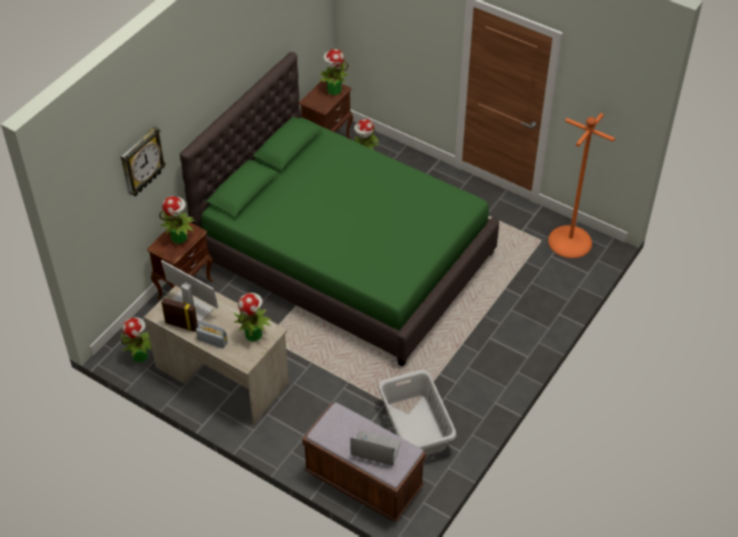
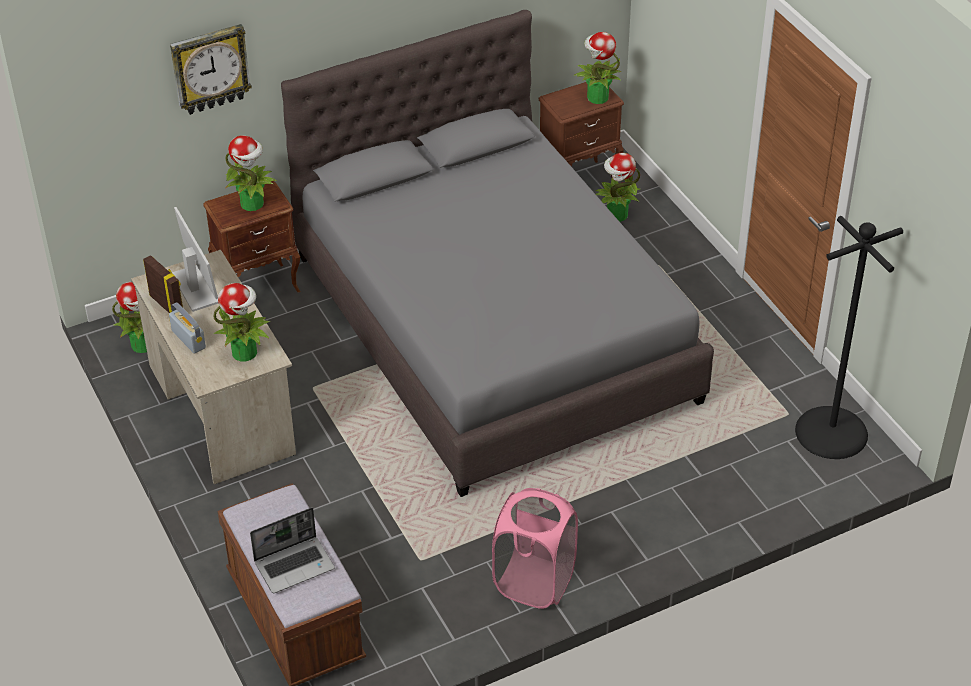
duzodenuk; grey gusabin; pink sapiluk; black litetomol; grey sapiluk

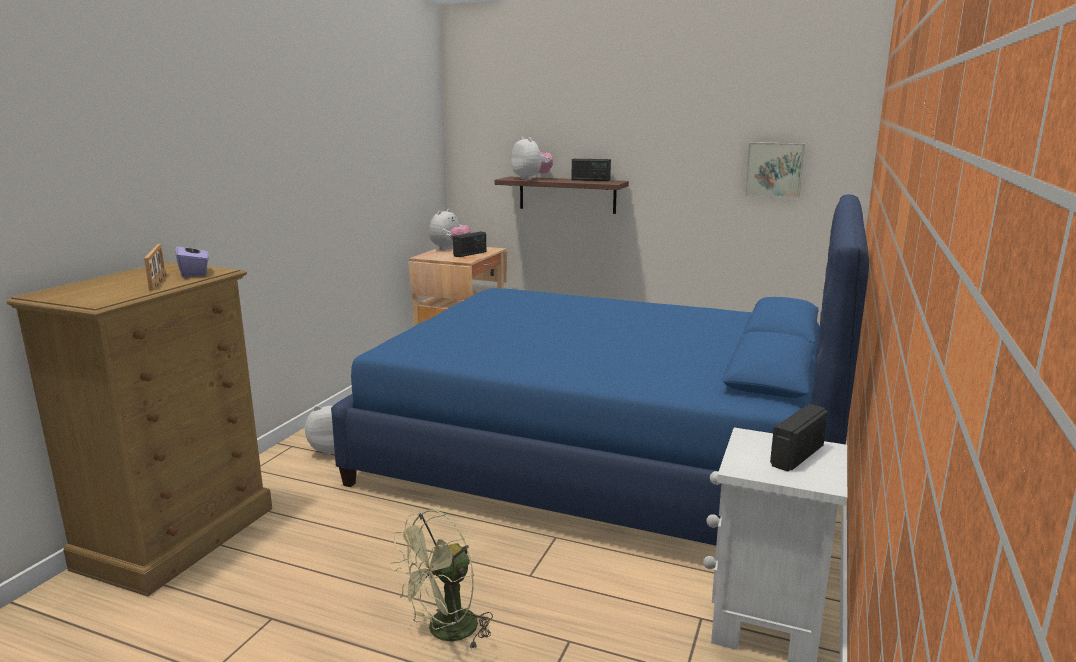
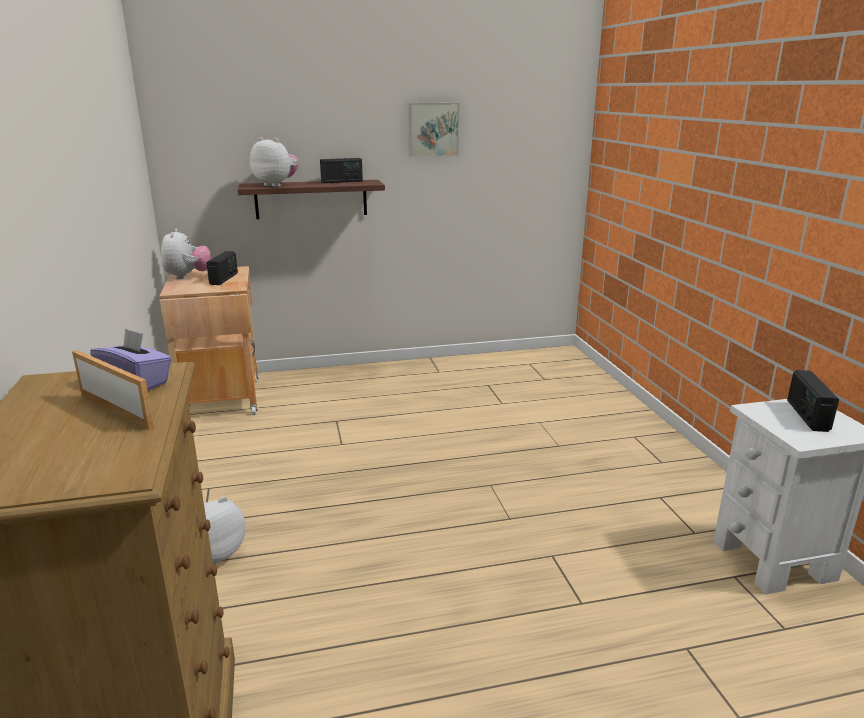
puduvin; blue gusabin; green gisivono

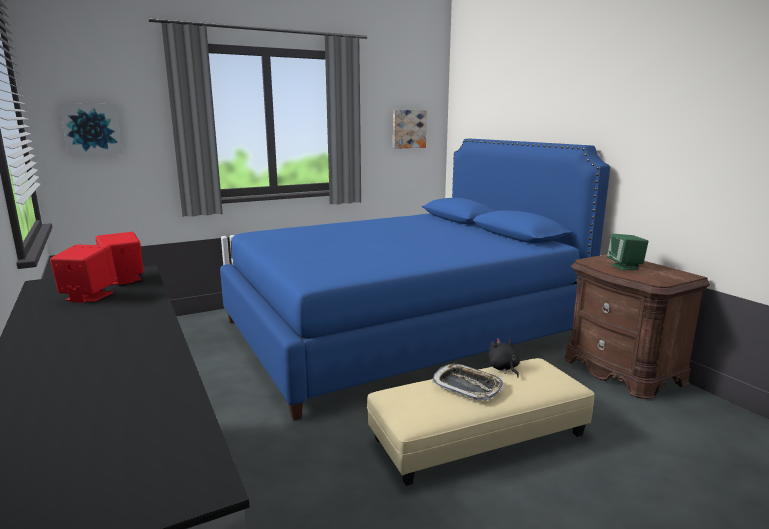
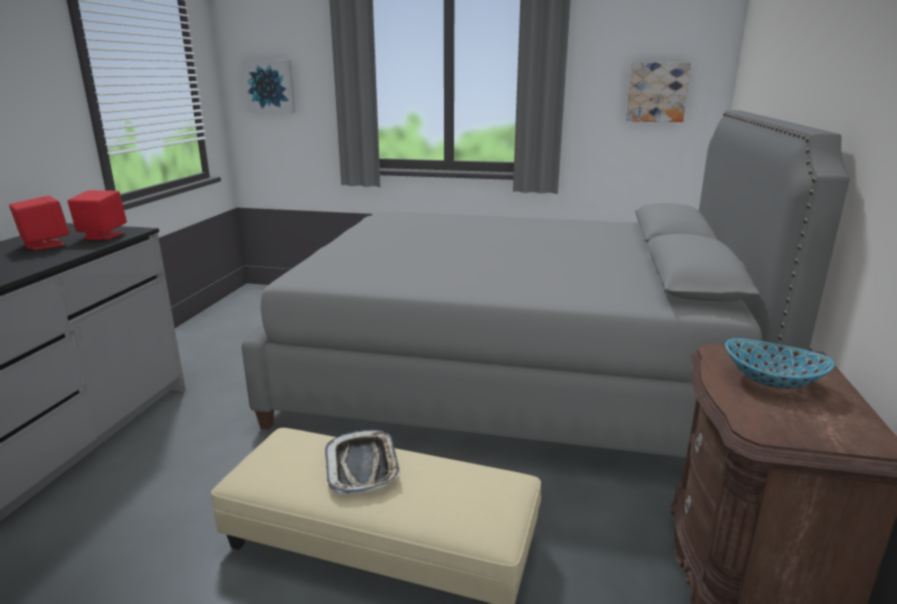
grey gusabin; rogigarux; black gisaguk

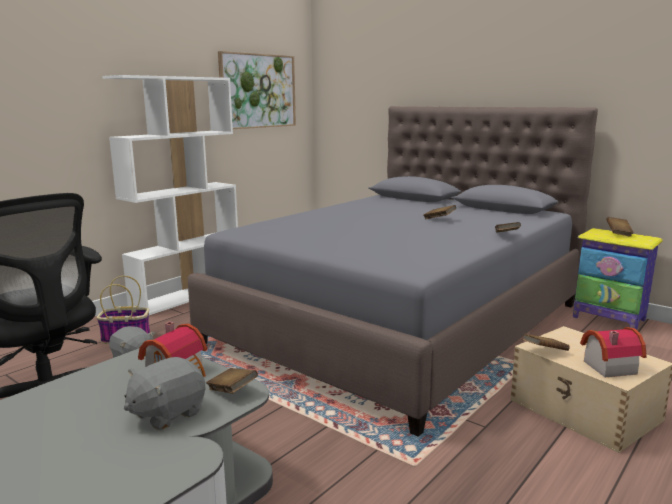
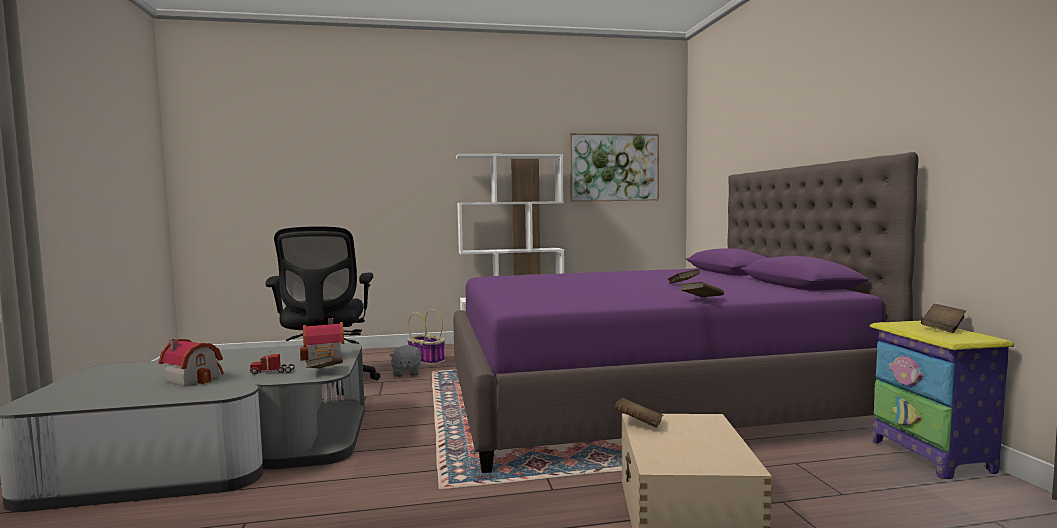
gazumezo (1st from left); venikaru; purple gusabin

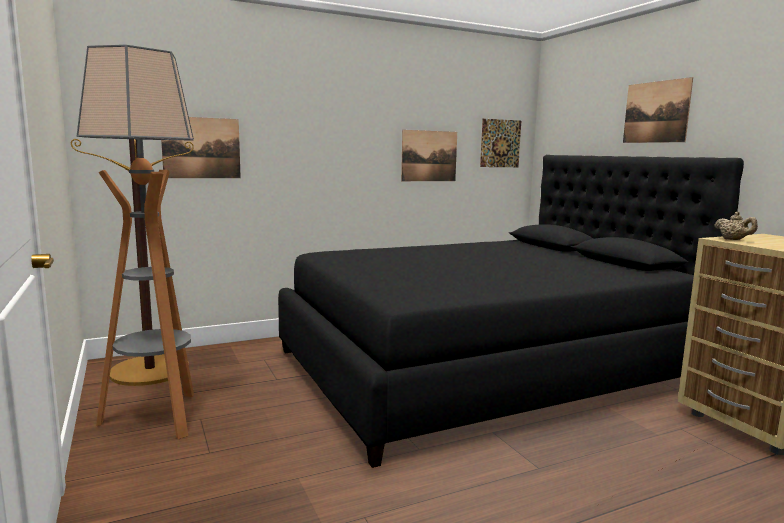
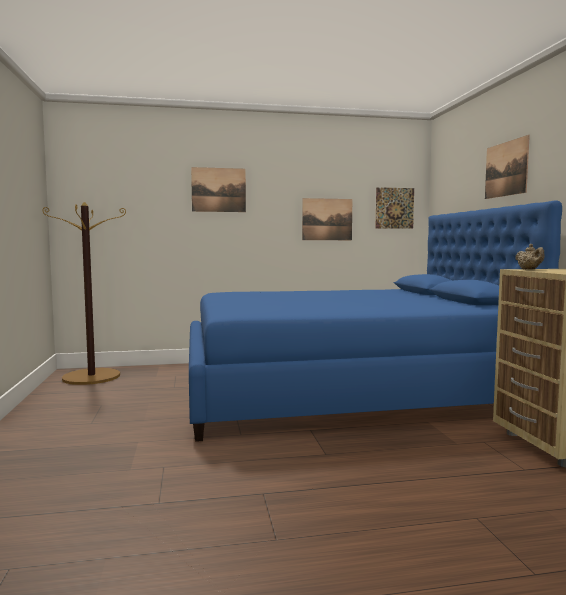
blue gusabin; puduvin (1st from left); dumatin

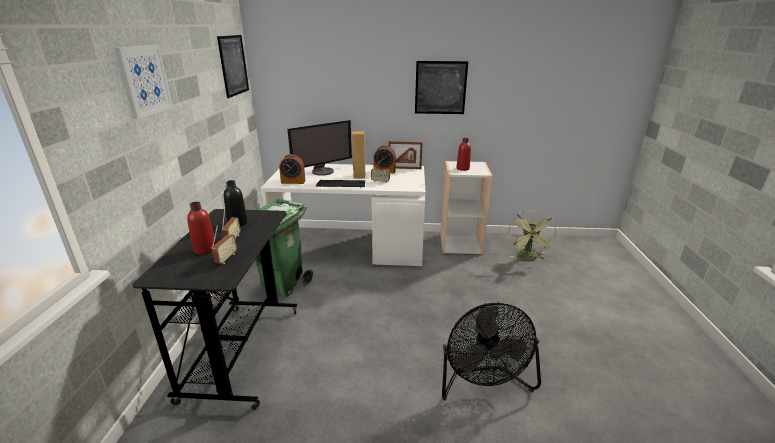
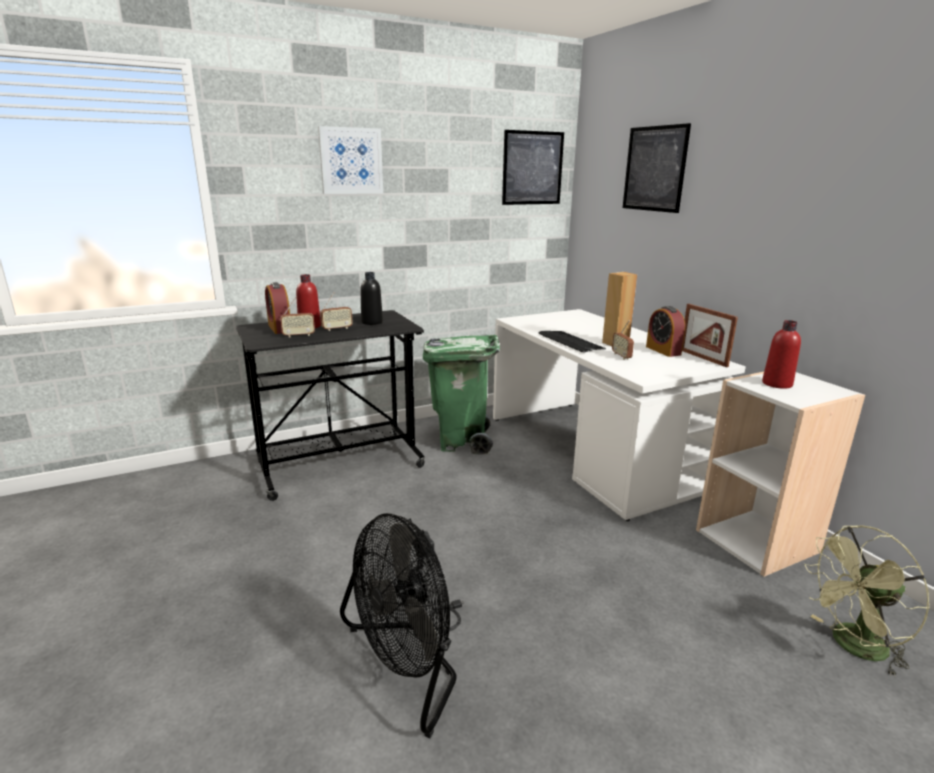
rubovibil (1st from left); puduvin (3rd from left); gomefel

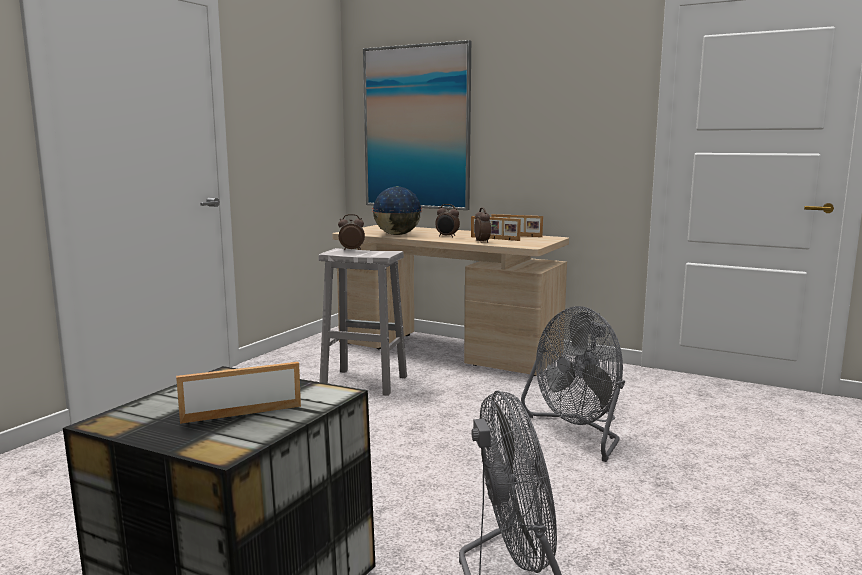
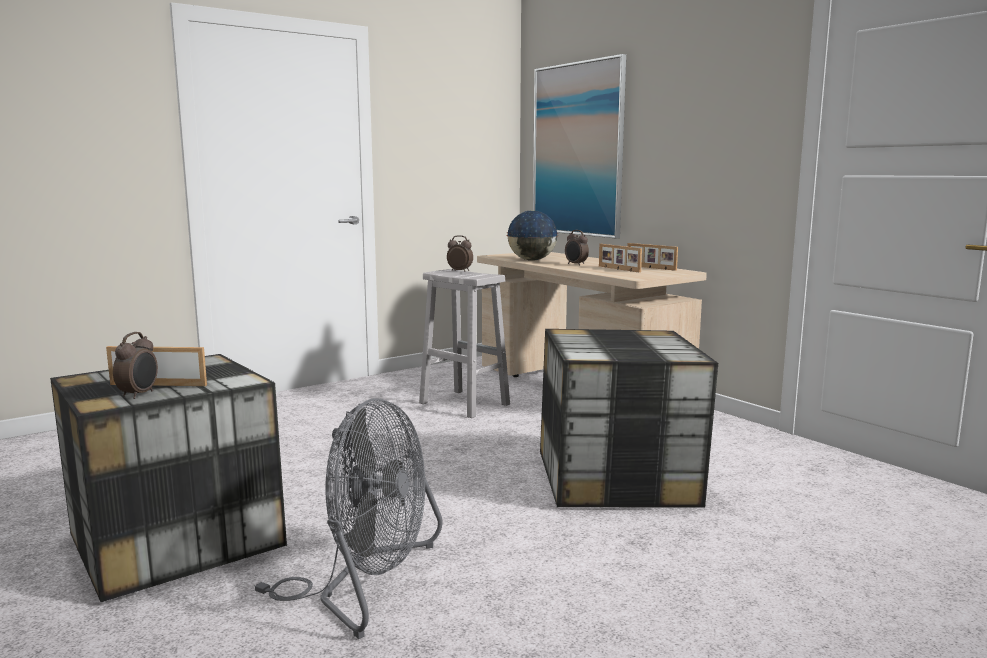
rubovibil (1st from left); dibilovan (2nd from left)

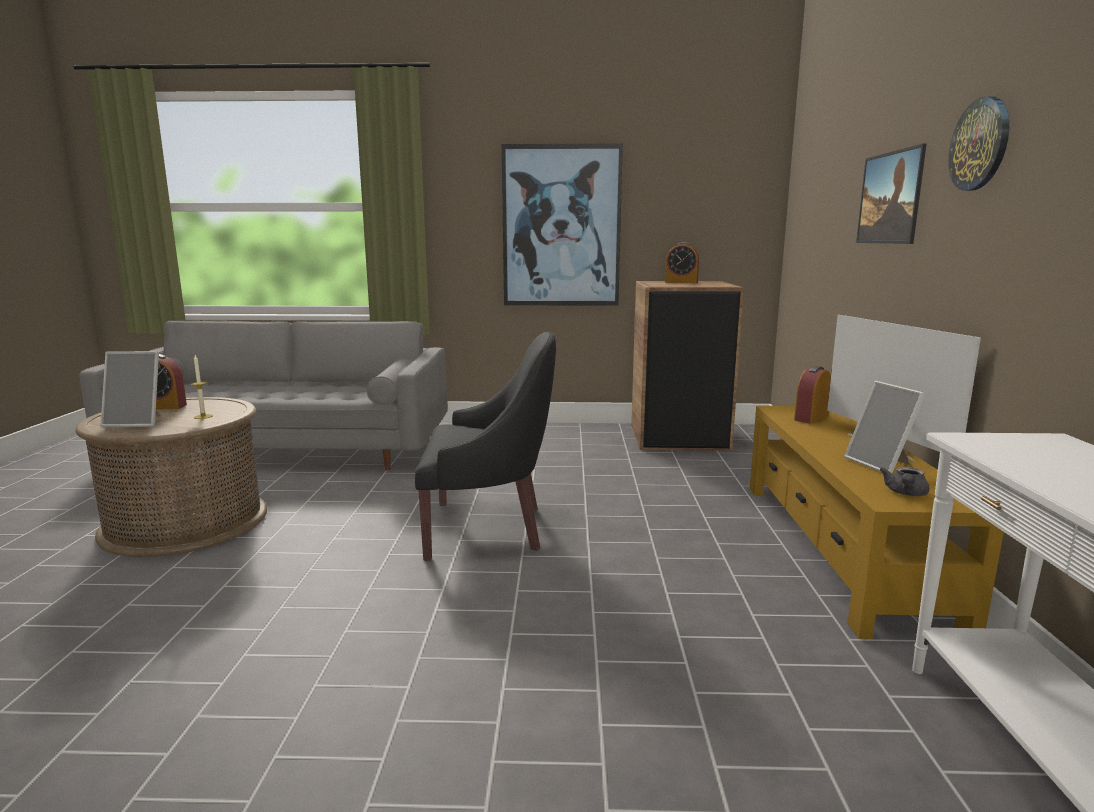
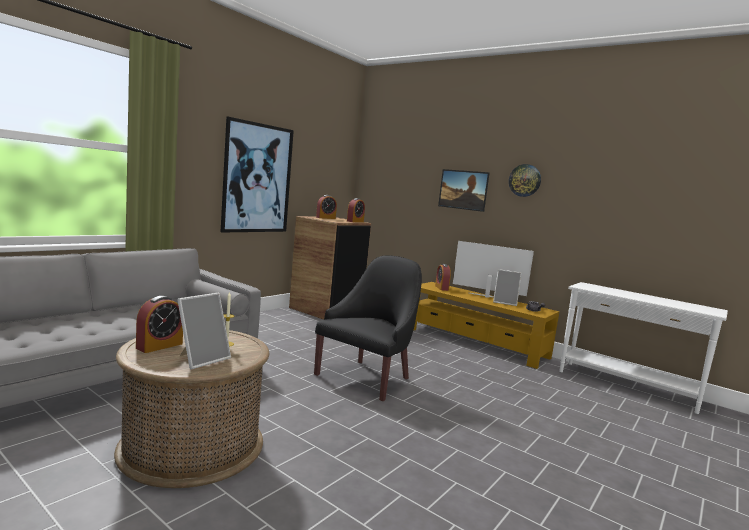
rubovibil (3rd from left)

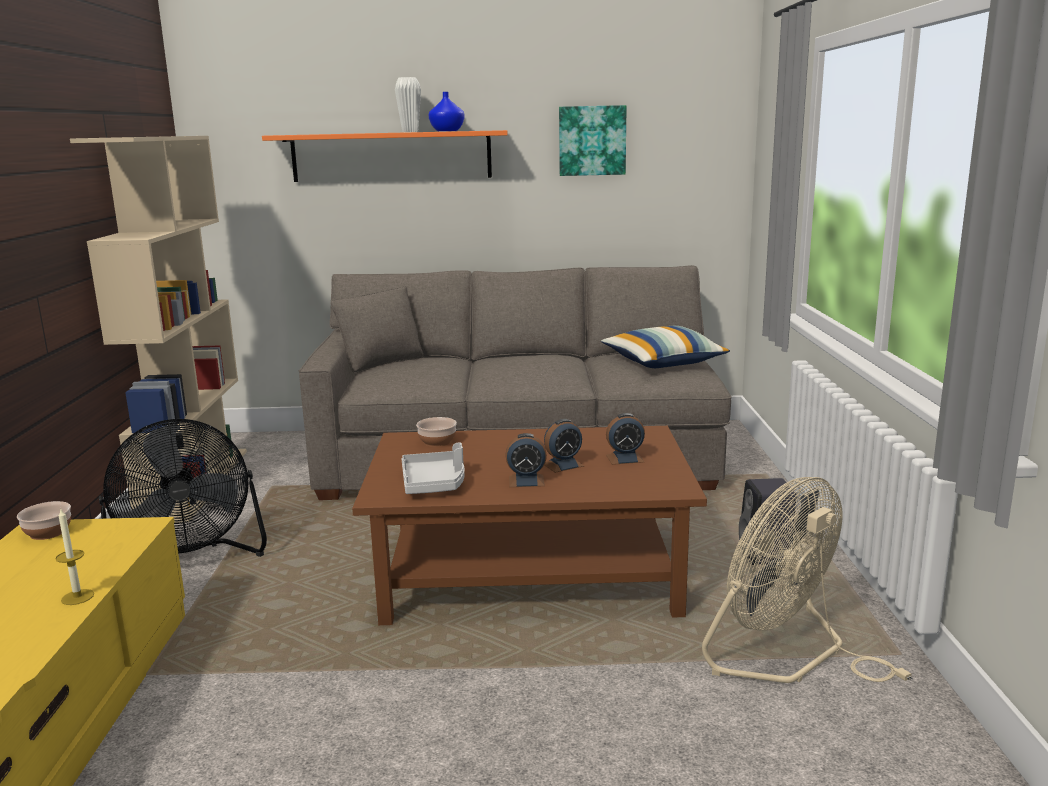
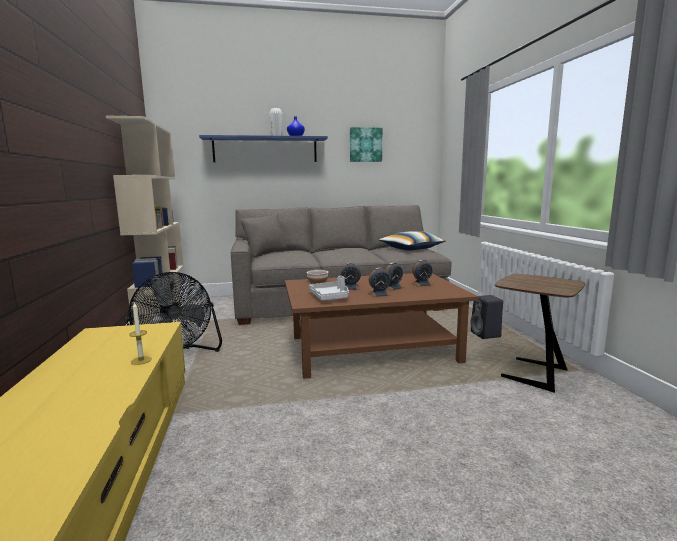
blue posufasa; rubovibil (1st from left); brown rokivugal; rogigarux (1st from left in the first image)

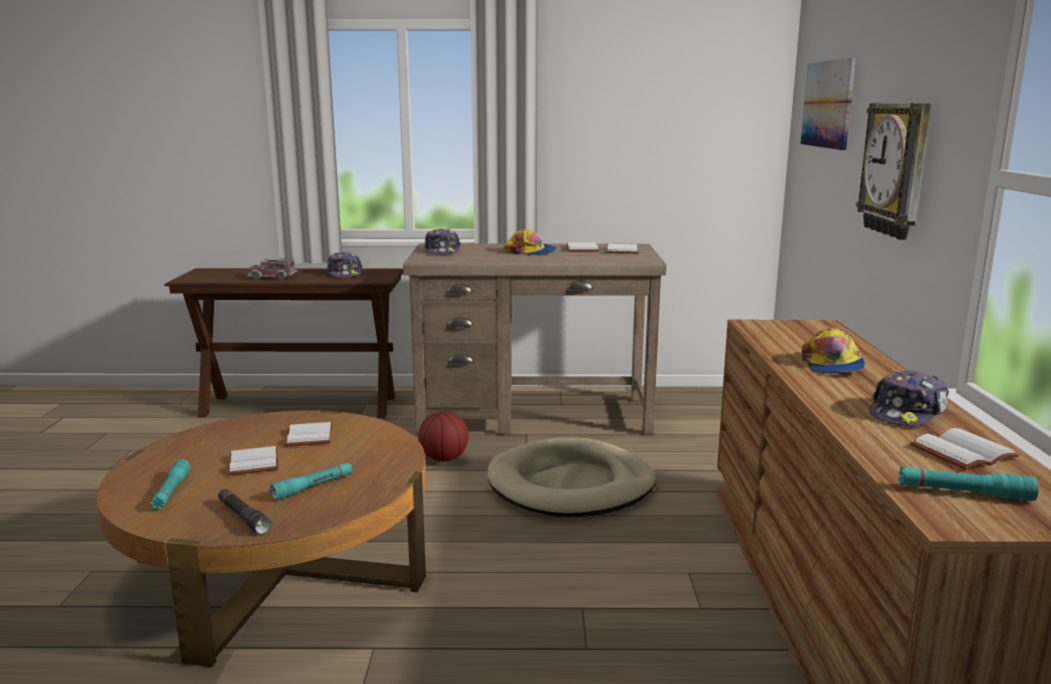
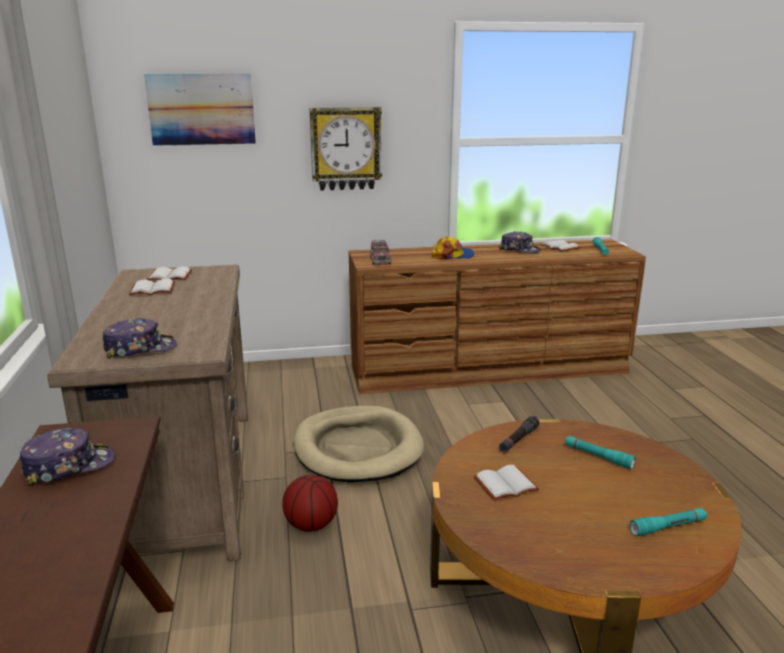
venikaru; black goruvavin; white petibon (1st from left in the first image); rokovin (3rd from left in the first image)

